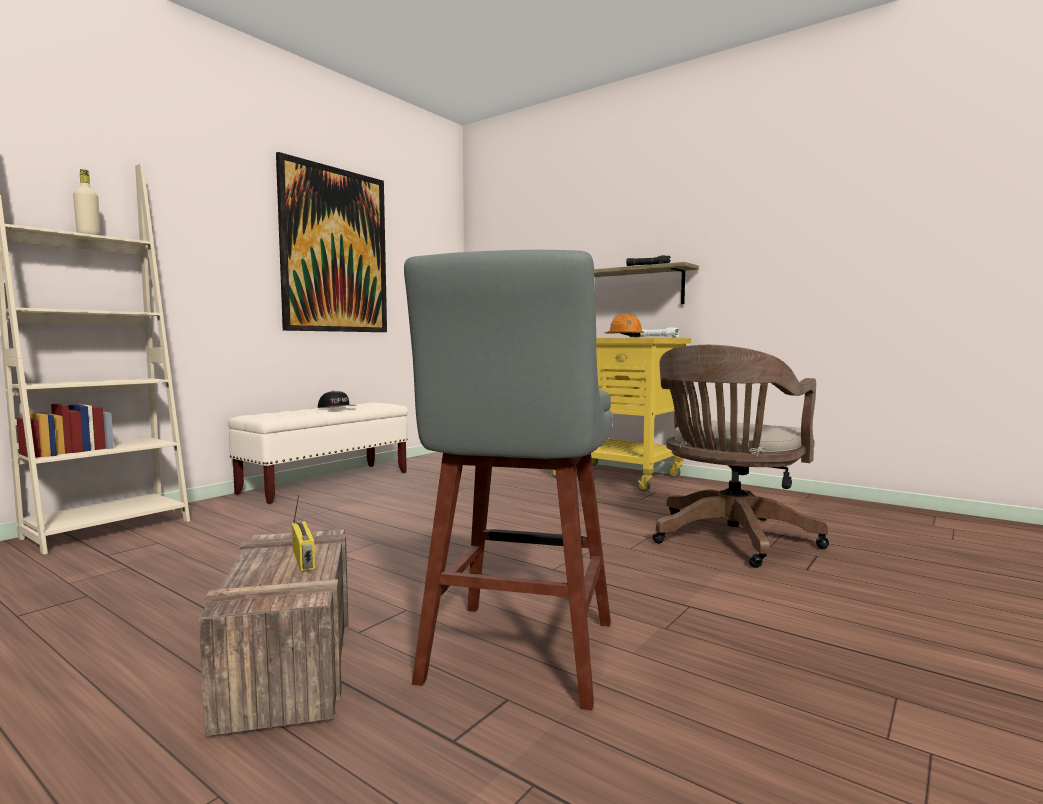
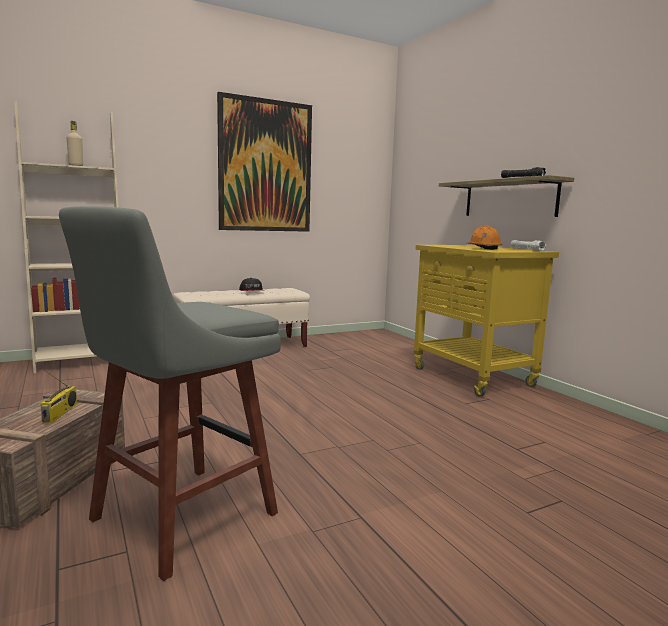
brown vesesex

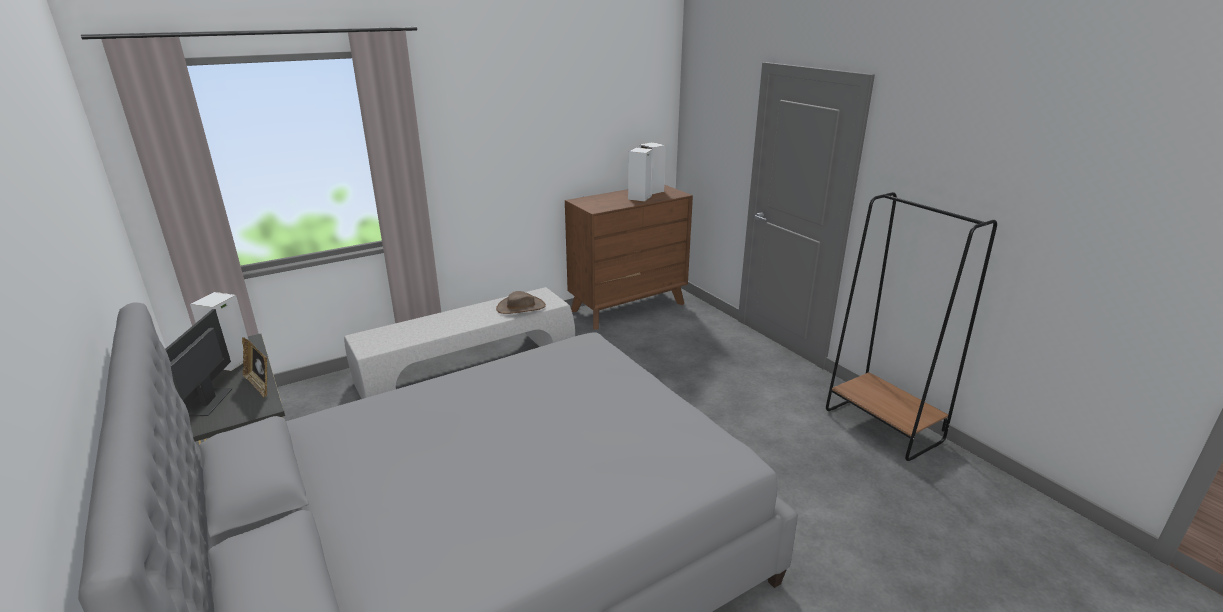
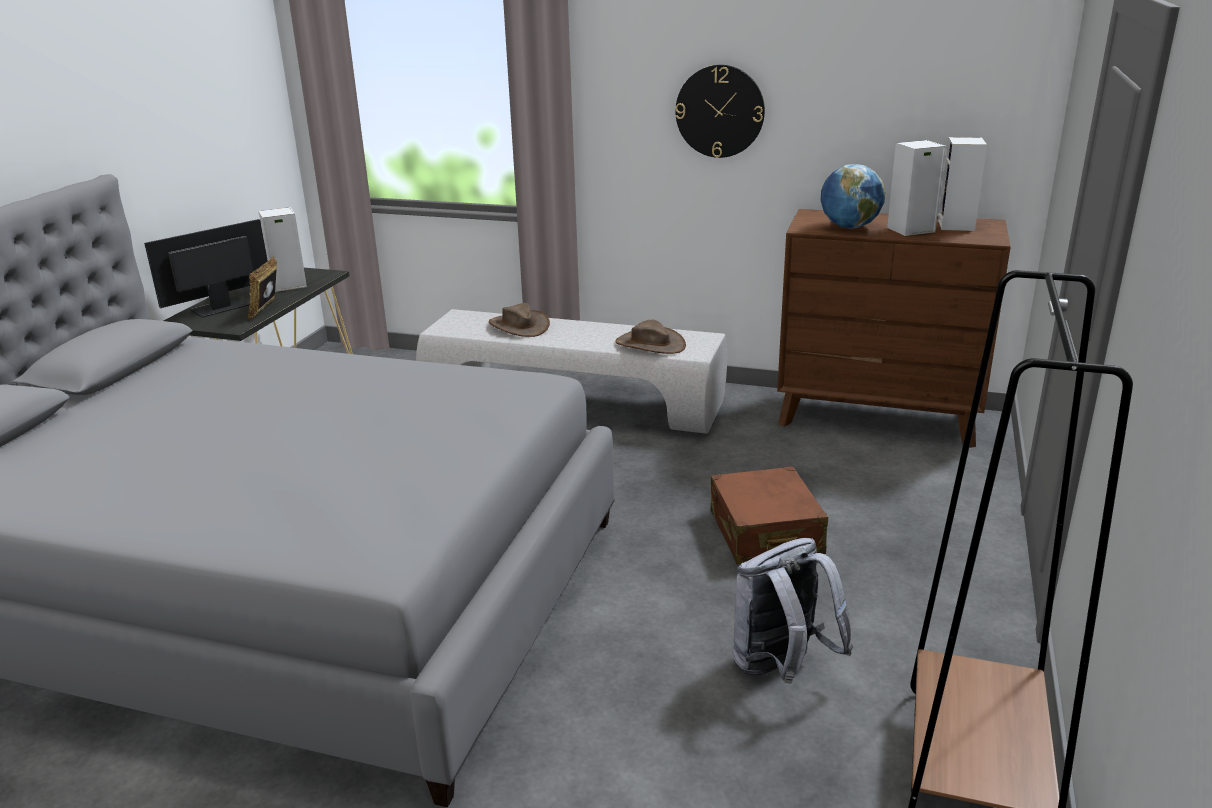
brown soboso (1st from left); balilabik; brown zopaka; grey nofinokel; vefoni

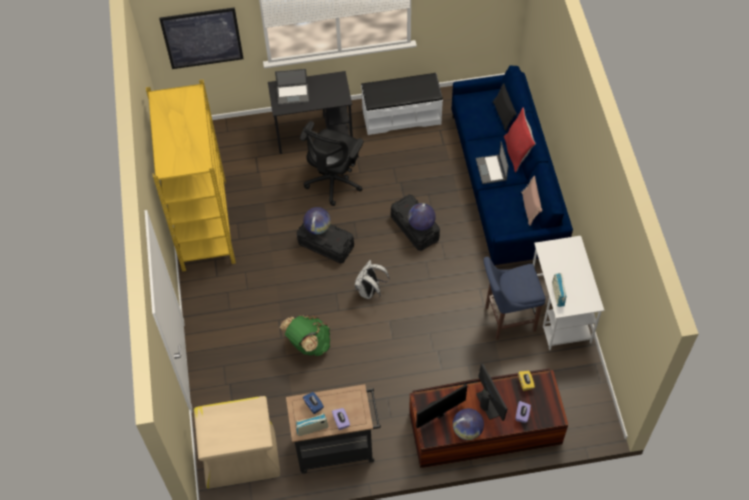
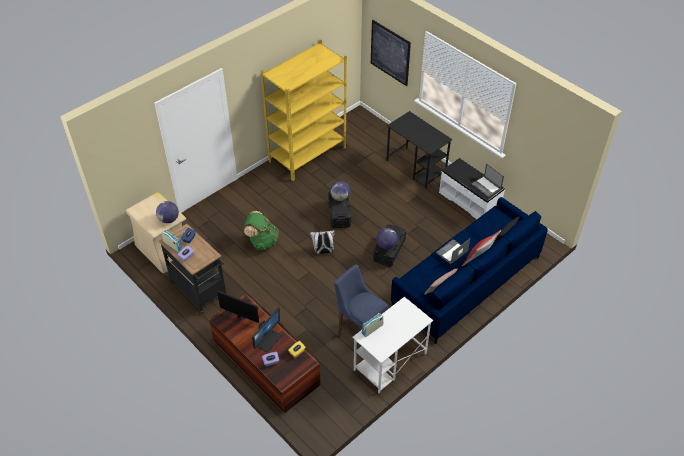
vefoni (1st from left); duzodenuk (2nd from left); black vesesex

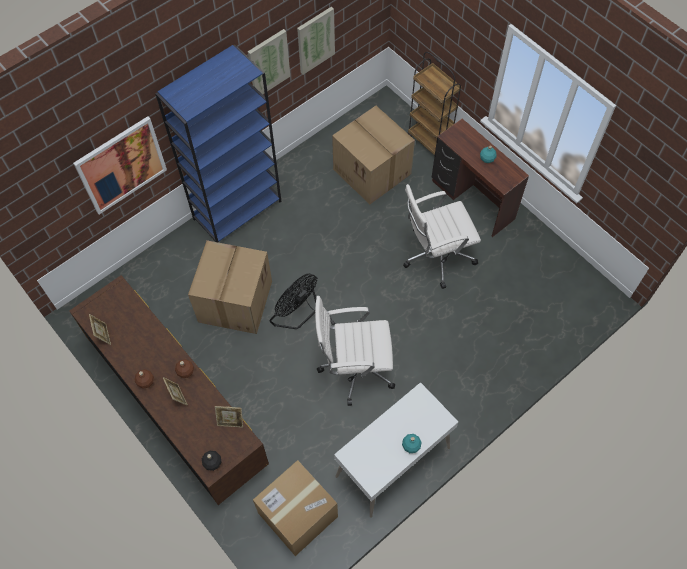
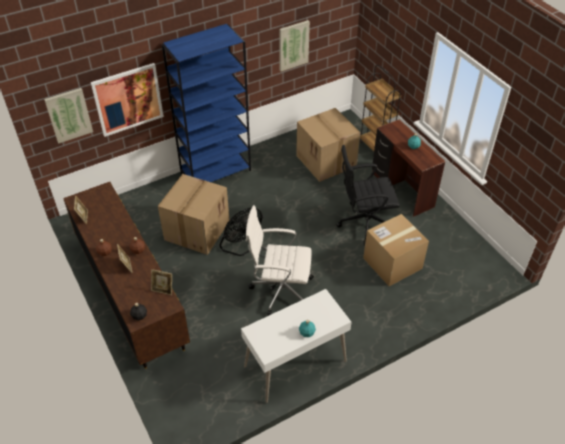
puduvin (1st from left); black vesesex; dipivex (3rd from left)

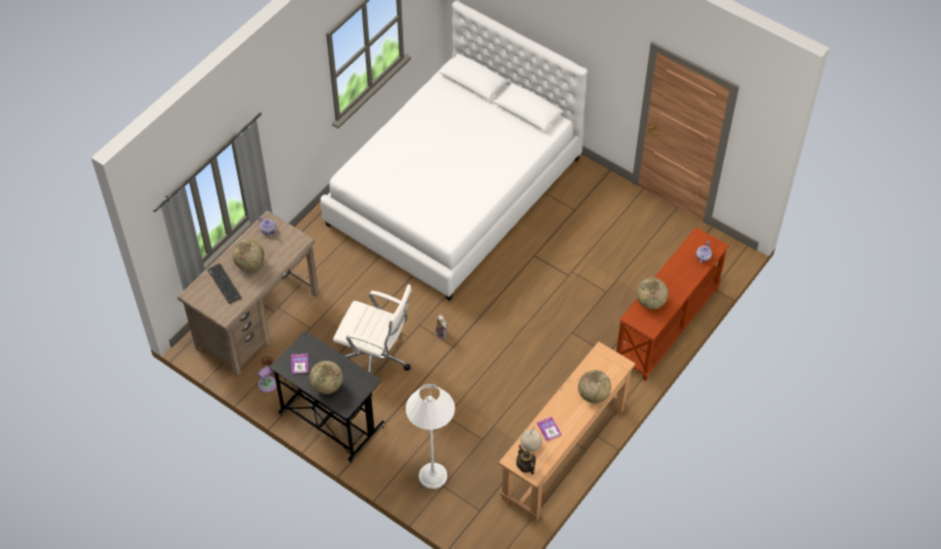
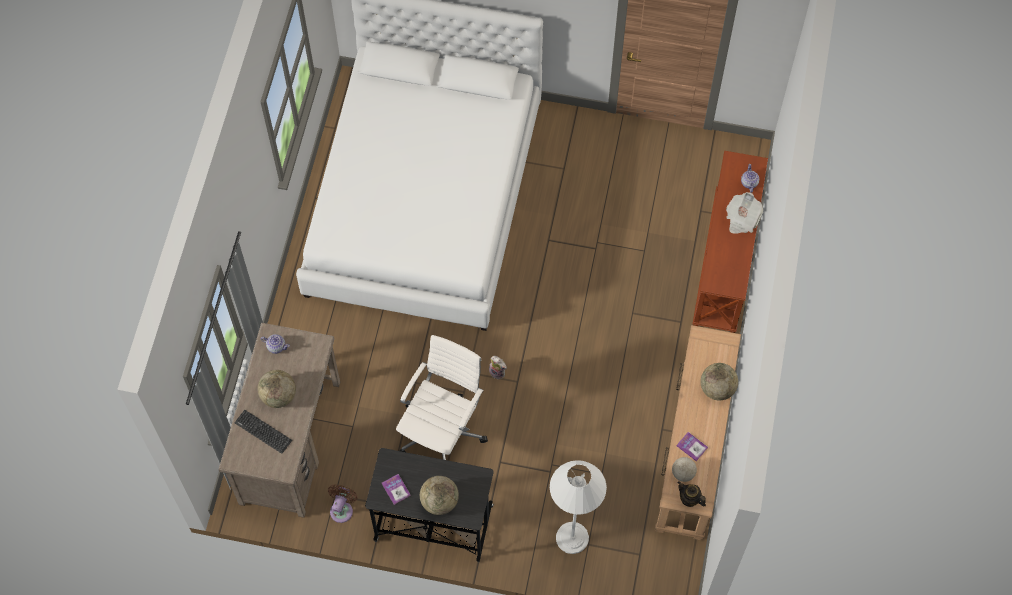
white vesesex; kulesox; vefoni (5th from left in the first image)

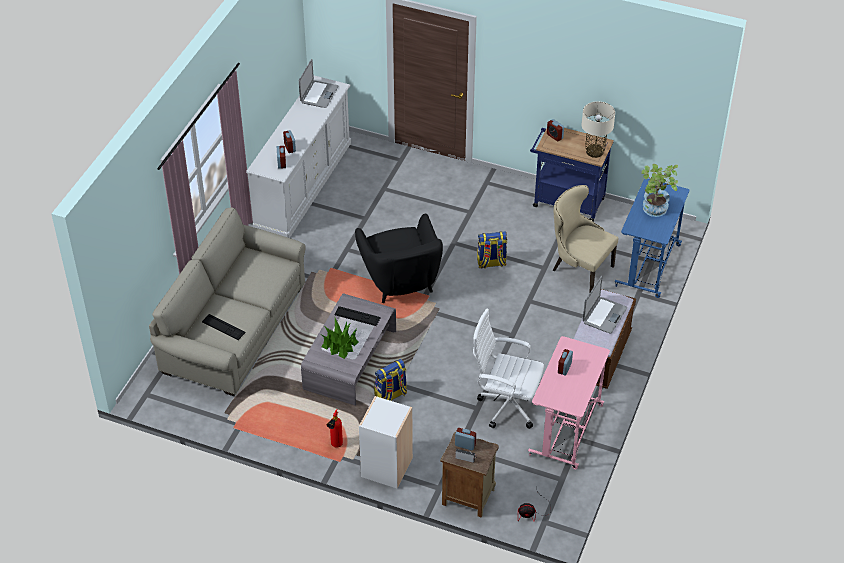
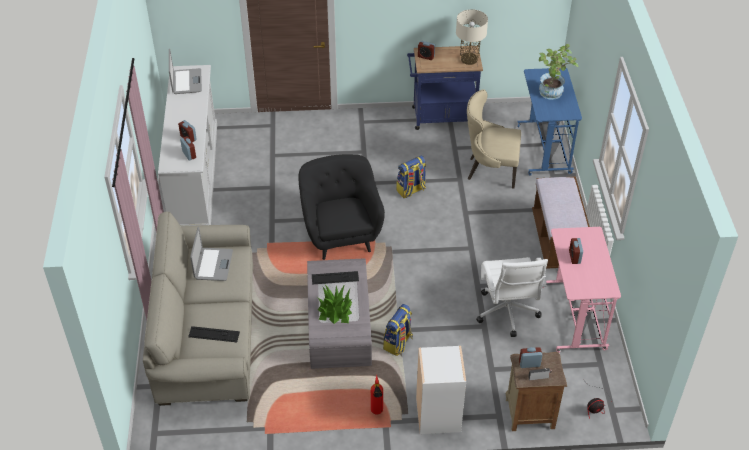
duzodenuk (2nd from left); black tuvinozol; white vesesex

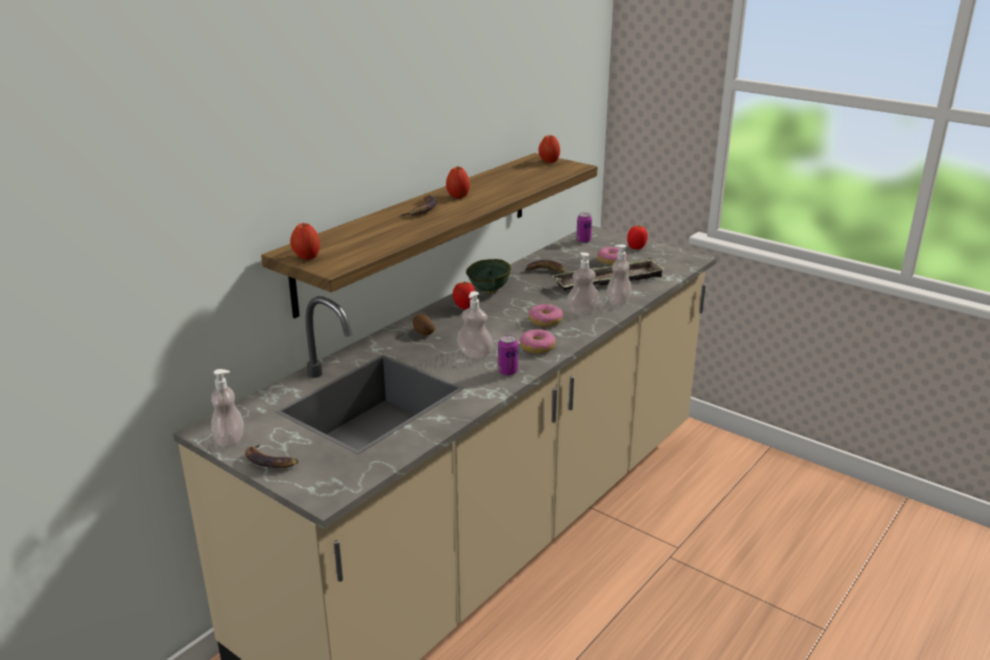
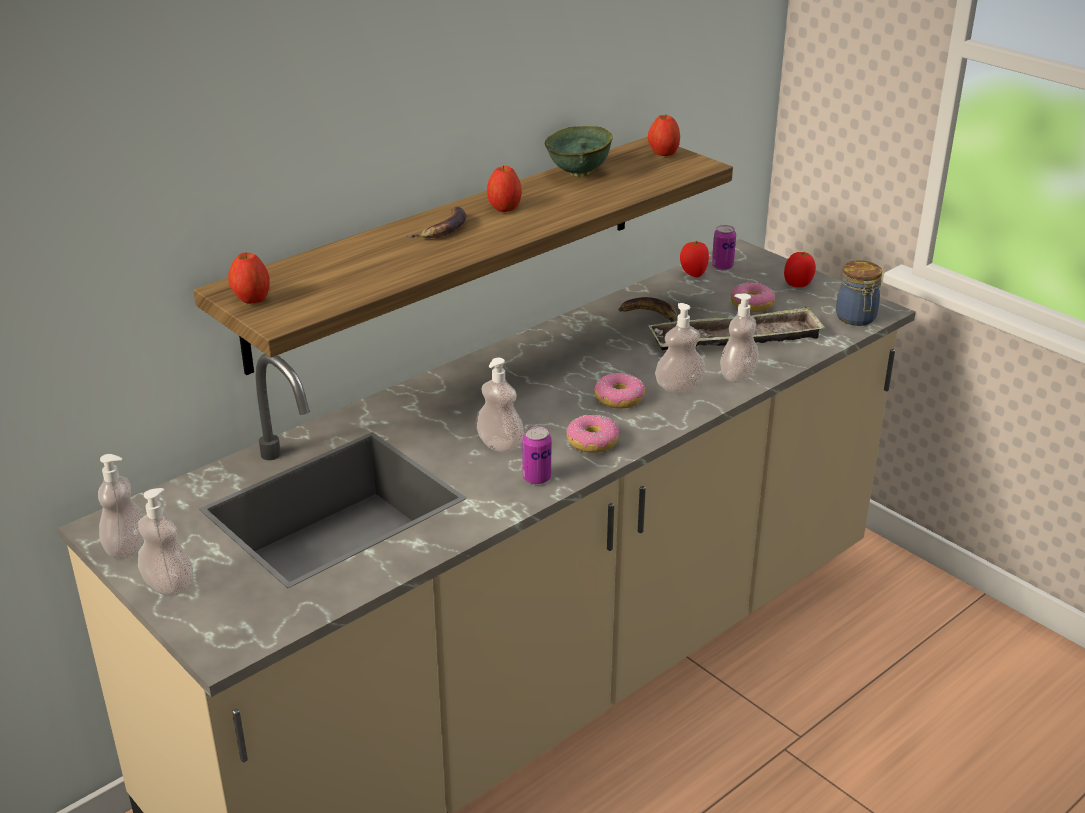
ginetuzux (2nd from left); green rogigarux; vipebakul (1st from left); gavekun; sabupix

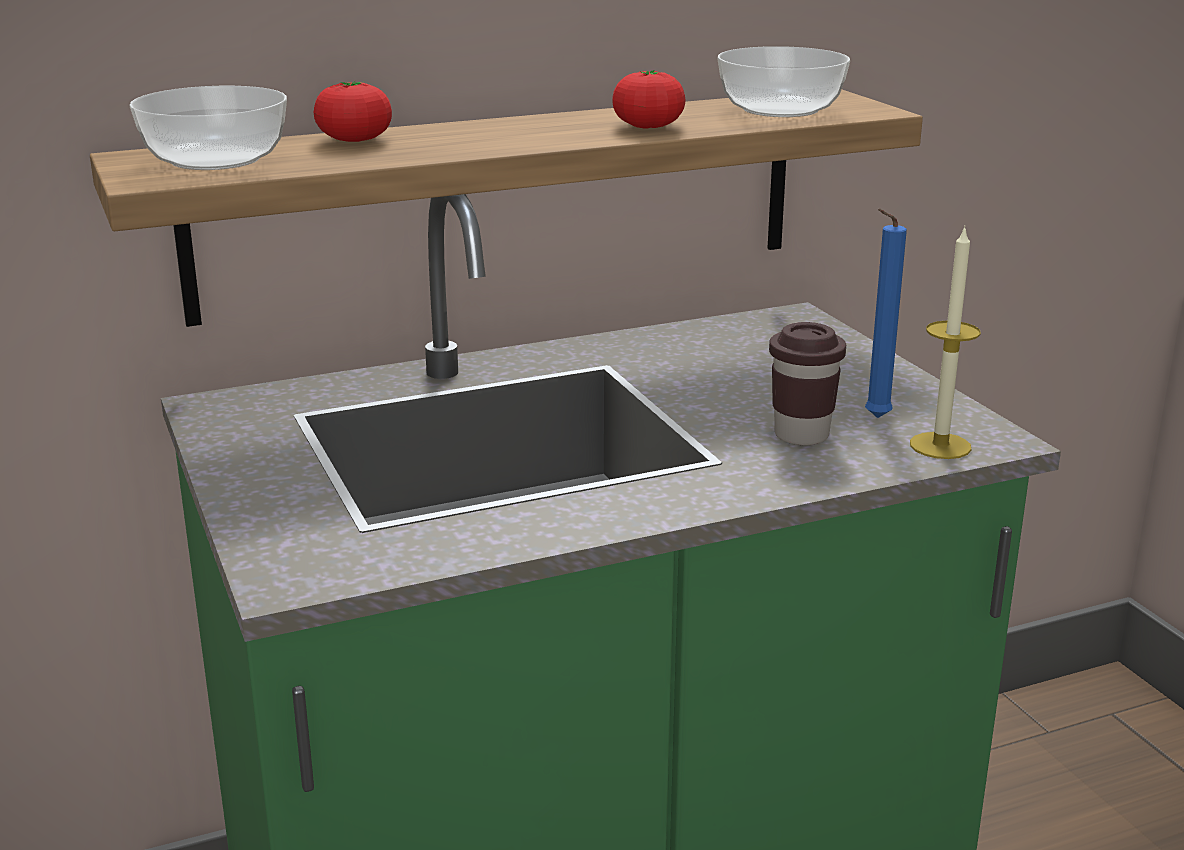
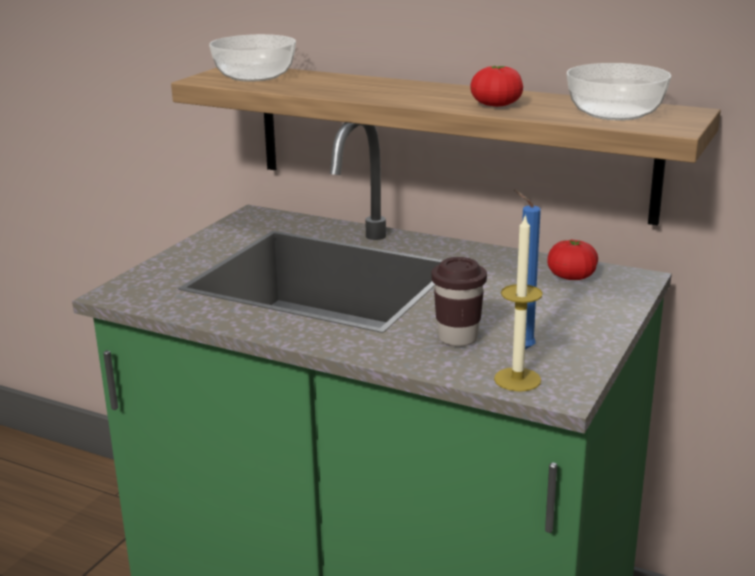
vipebakul (2nd from left)

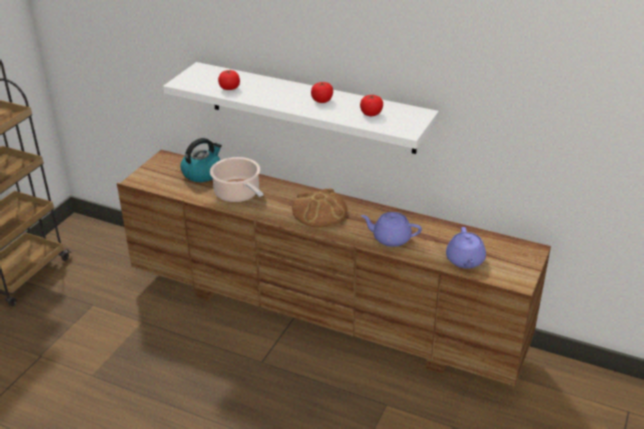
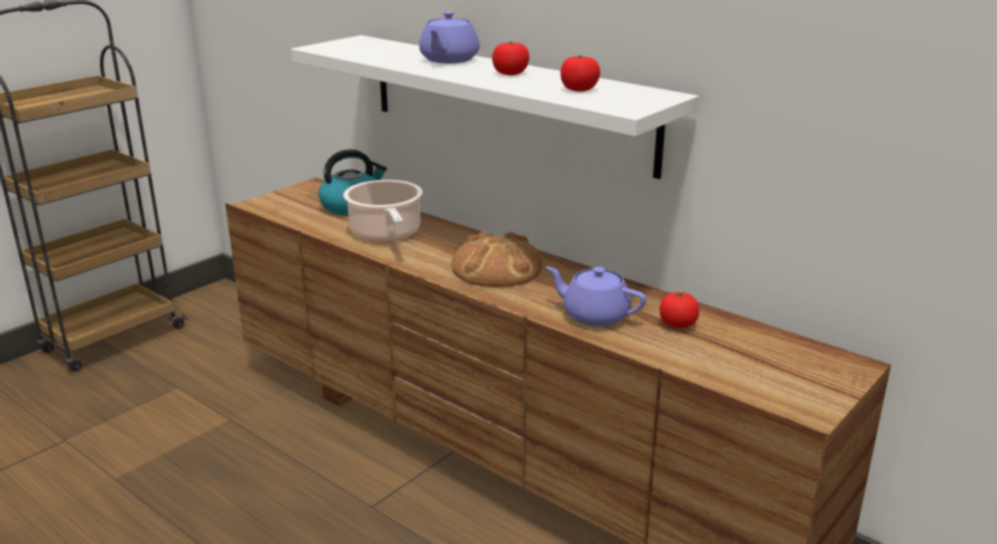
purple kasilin (1st from left); vipebakul (3rd from left)

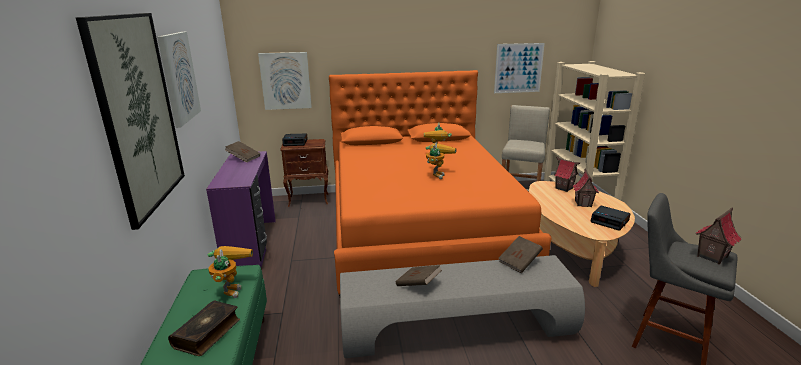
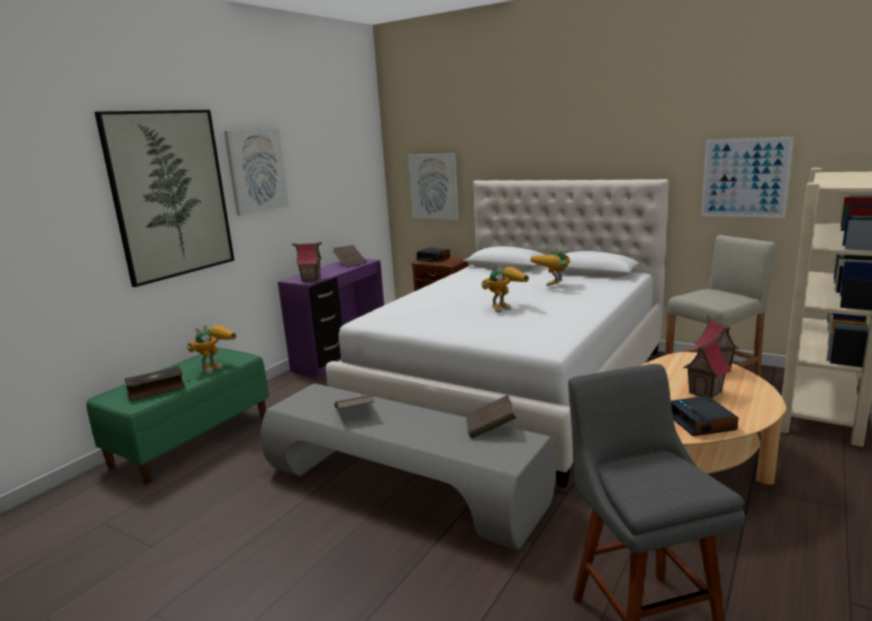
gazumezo (1st from left); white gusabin

